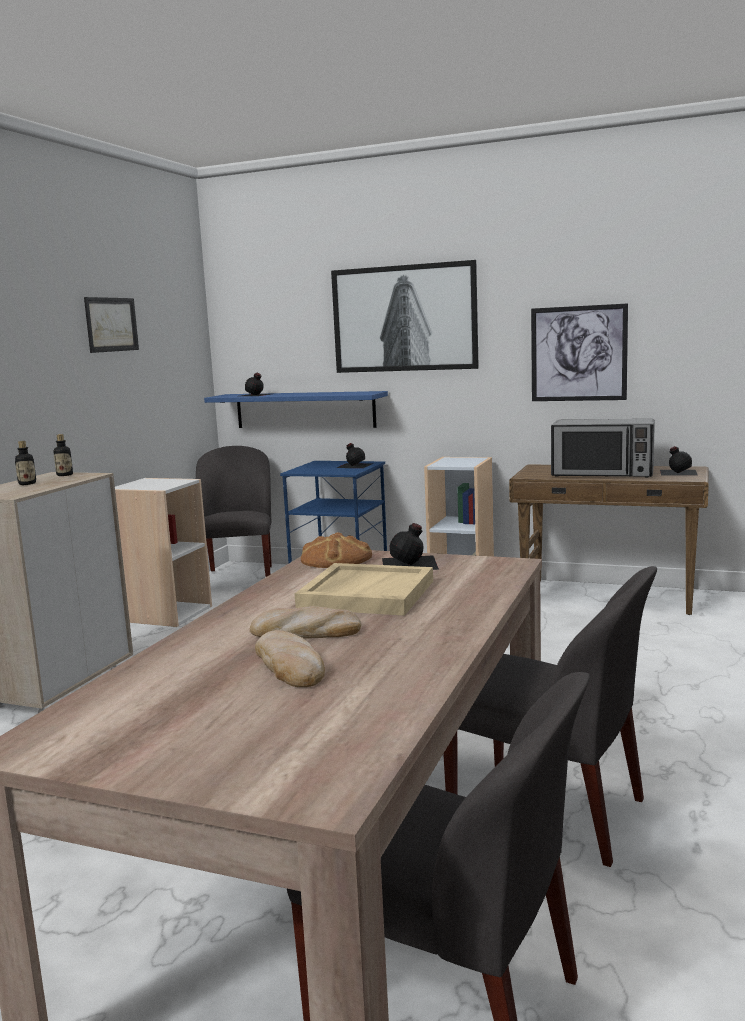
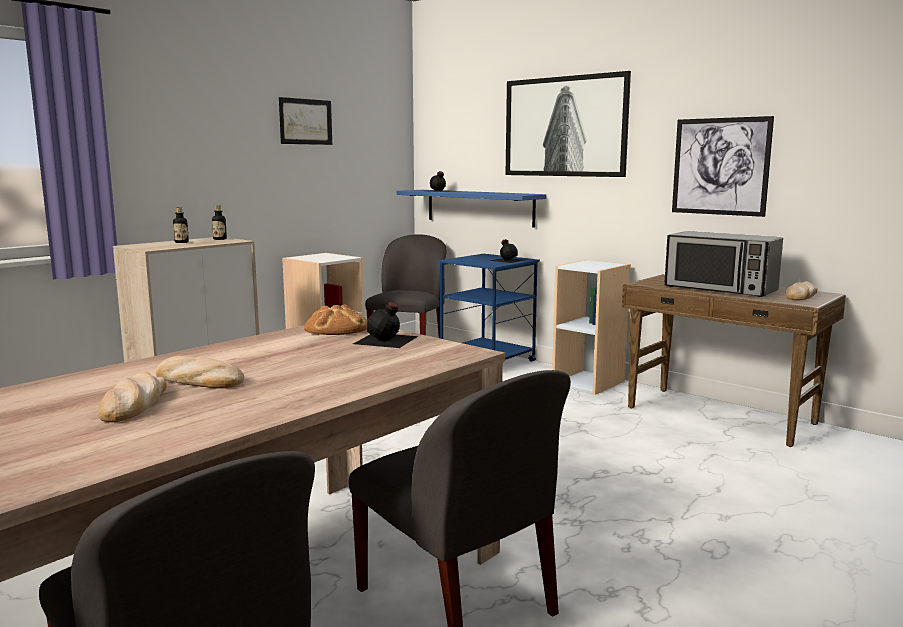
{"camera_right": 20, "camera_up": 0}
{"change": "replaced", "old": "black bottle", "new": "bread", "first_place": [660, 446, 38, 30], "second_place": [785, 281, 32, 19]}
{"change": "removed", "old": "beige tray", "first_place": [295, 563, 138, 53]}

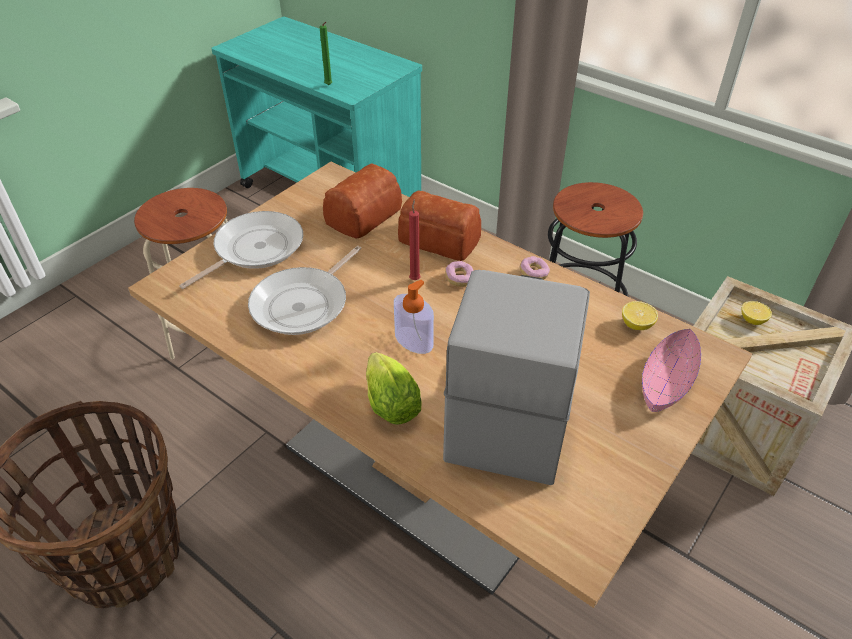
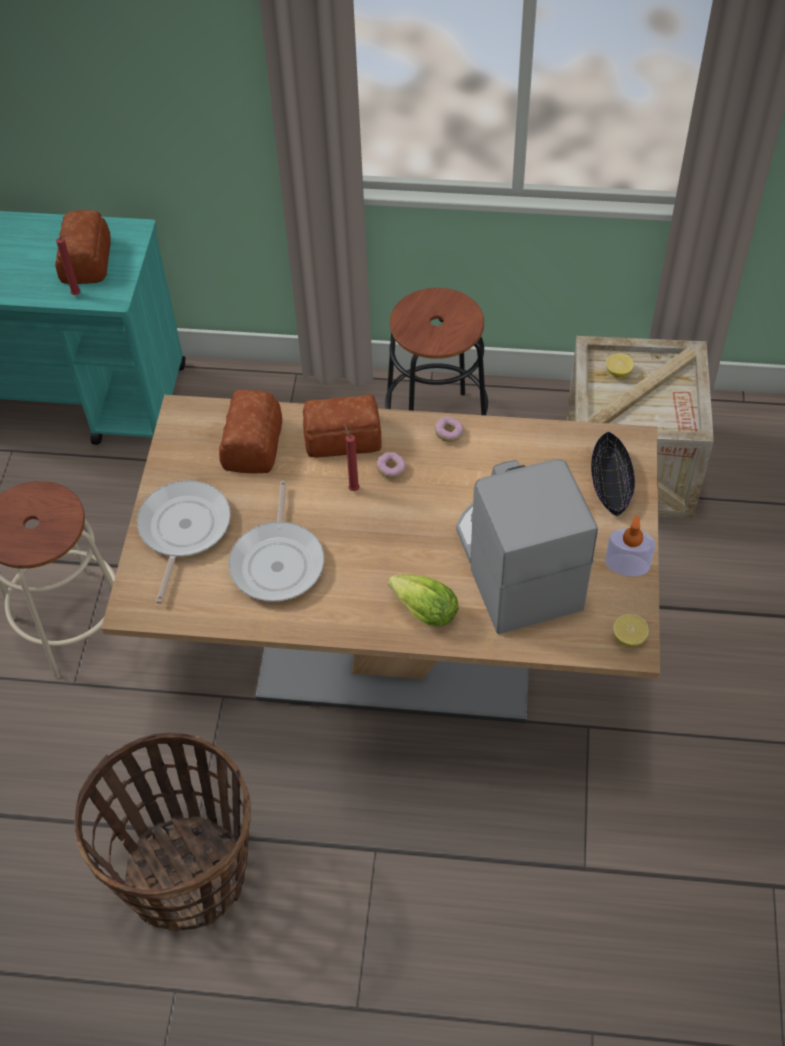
{"camera_right": -30, "camera_up": 10}
{"change": "recoloured", "old": "green candle", "new": "red candle", "first_place": [320, 22, 12, 63], "second_place": [56, 235, 25, 60]}
{"change": "moved", "old": "soap dispenser", "first_place": [394, 280, 40, 74], "second_place": [605, 515, 50, 62]}
{"change": "moved", "old": "lemon", "first_place": [622, 301, 36, 29], "second_place": [613, 614, 36, 33]}
{"change": "recoloured", "old": "pink bowl", "new": "black bowl", "first_place": [642, 329, 59, 83], "second_place": [591, 432, 44, 84]}
{"change": "added", "new": "bread", "second_place": [55, 210, 56, 74]}

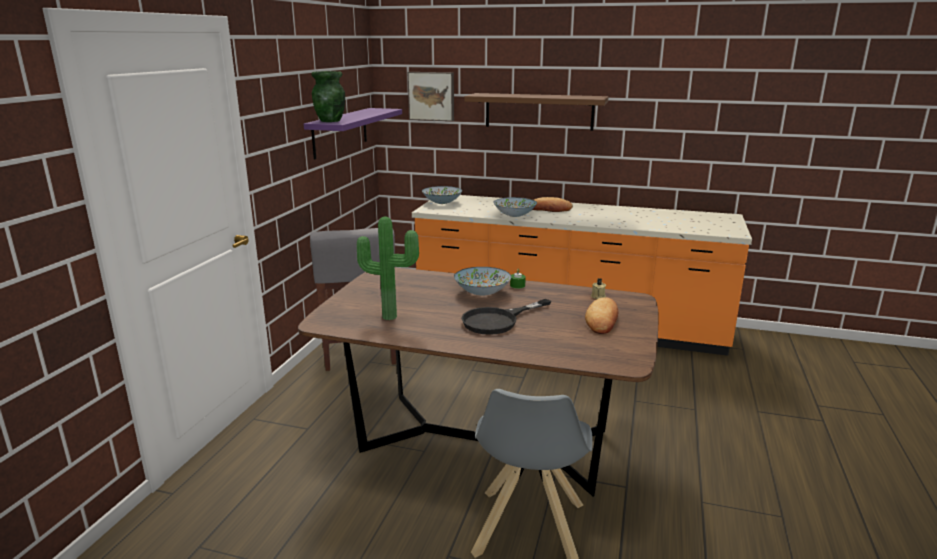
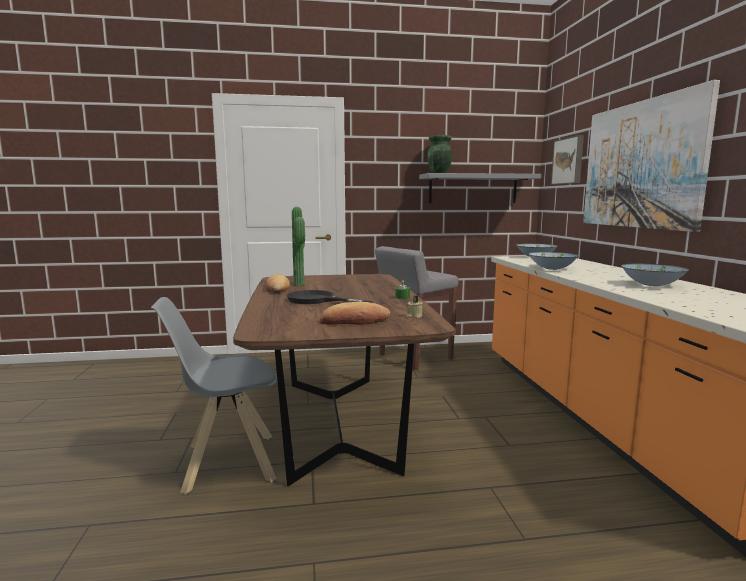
{"camera_right": 65, "camera_up": -10}
{"change": "replaced", "old": "brown shelf", "new": "picture", "first_place": [464, 93, 145, 38], "second_place": [583, 80, 137, 152]}
{"change": "recoloured", "old": "purple shelf", "new": "grey shelf", "first_place": [304, 108, 98, 51], "second_place": [419, 173, 122, 30]}
{"change": "moved", "old": "bread", "first_place": [532, 197, 41, 15], "second_place": [265, 274, 25, 19]}
{"change": "moved", "old": "bowl", "first_place": [454, 267, 57, 29], "second_place": [621, 264, 68, 22]}

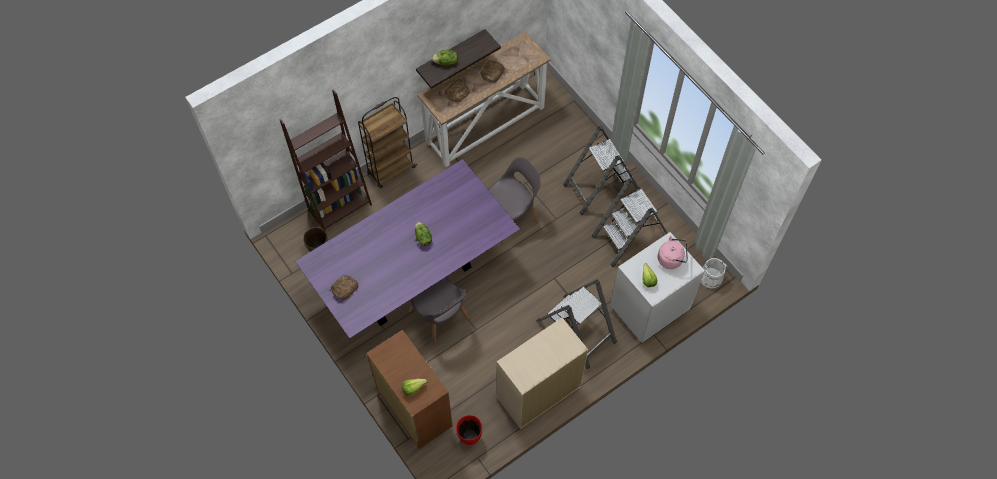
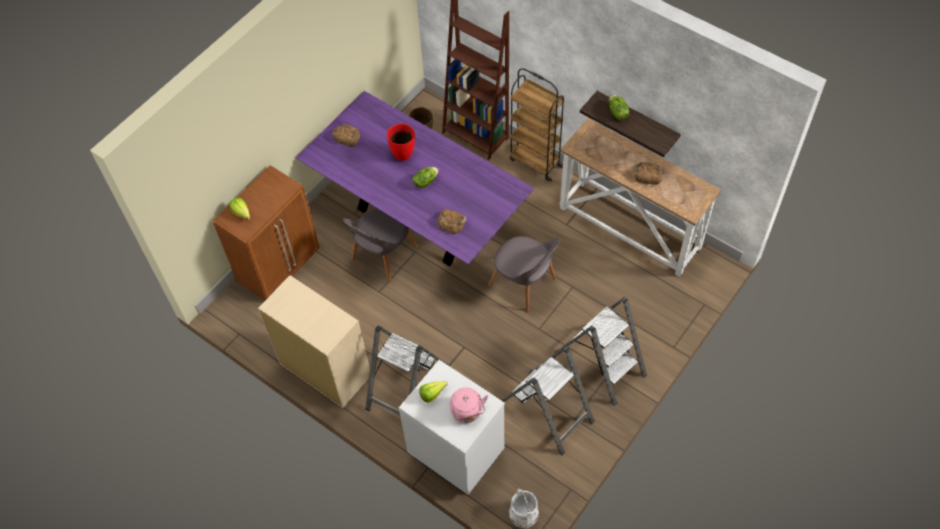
{"camera_right": 75, "camera_up": -5}
{"change": "moved", "old": "bread", "first_place": [444, 79, 26, 23], "second_place": [437, 209, 29, 25]}
{"change": "moved", "old": "red vase", "first_place": [456, 415, 26, 30], "second_place": [387, 123, 28, 38]}

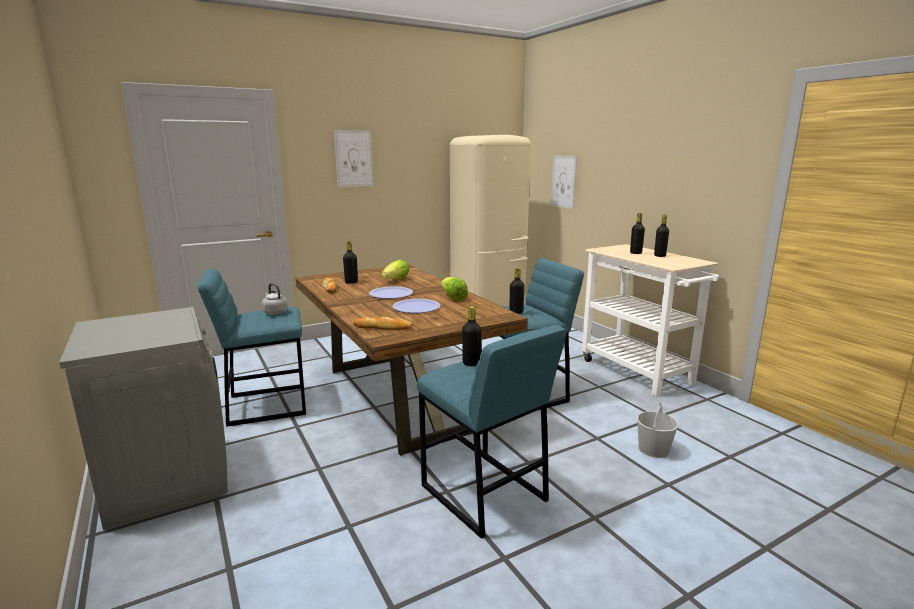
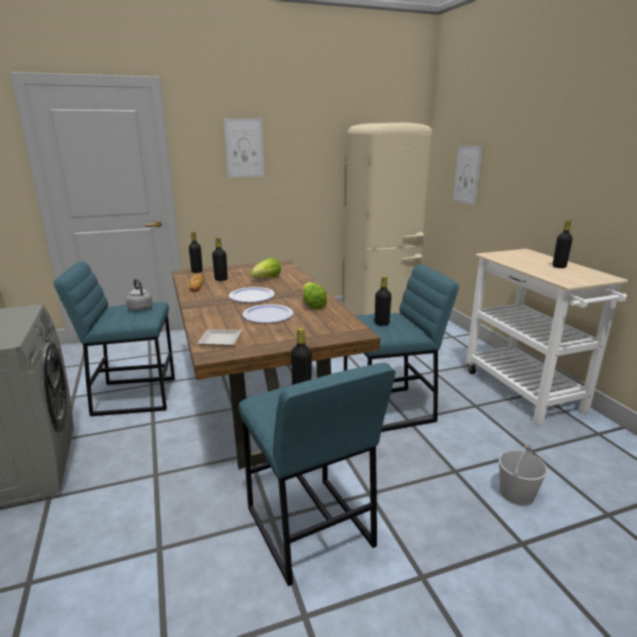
{"camera_right": 10, "camera_up": 5}
{"change": "moved", "old": "black bottle", "first_place": [630, 213, 15, 41], "second_place": [189, 231, 14, 42]}
{"change": "replaced", "old": "bread", "new": "plate", "first_place": [354, 317, 59, 13], "second_place": [197, 329, 45, 17]}

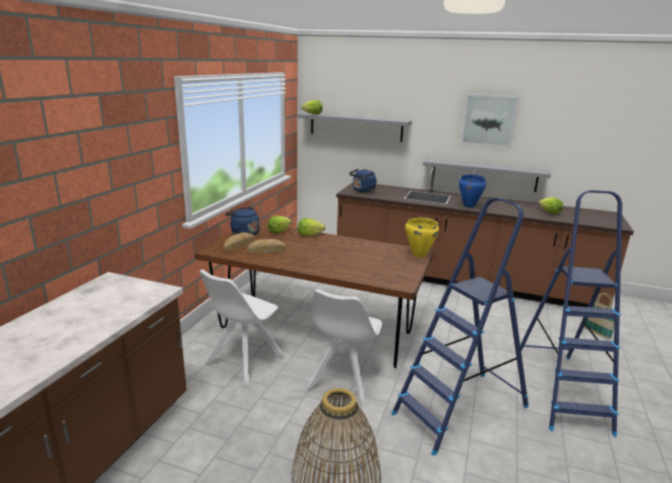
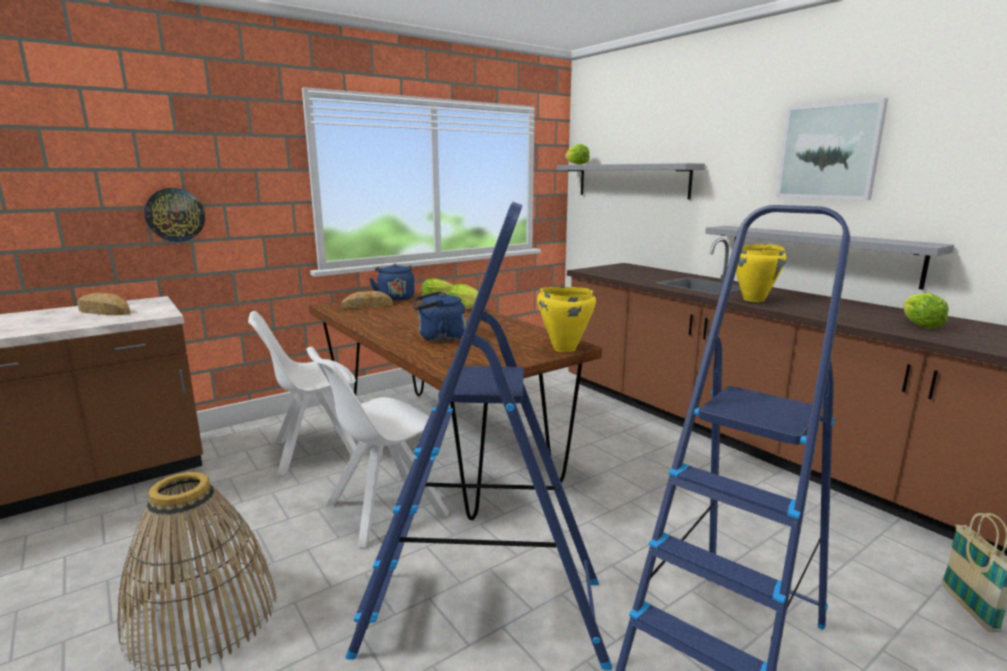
{"camera_right": 35, "camera_up": -5}
{"change": "moved", "old": "blue kettle", "first_place": [349, 169, 28, 23], "second_place": [414, 291, 52, 51]}
{"change": "recoloured", "old": "blue cooking pot", "new": "yellow cooking pot", "first_place": [459, 174, 27, 33], "second_place": [736, 244, 50, 58]}
{"change": "moved", "old": "bread", "first_place": [247, 239, 40, 15], "second_place": [77, 293, 53, 22]}
{"change": "added", "new": "wall clock", "second_place": [144, 188, 61, 54]}

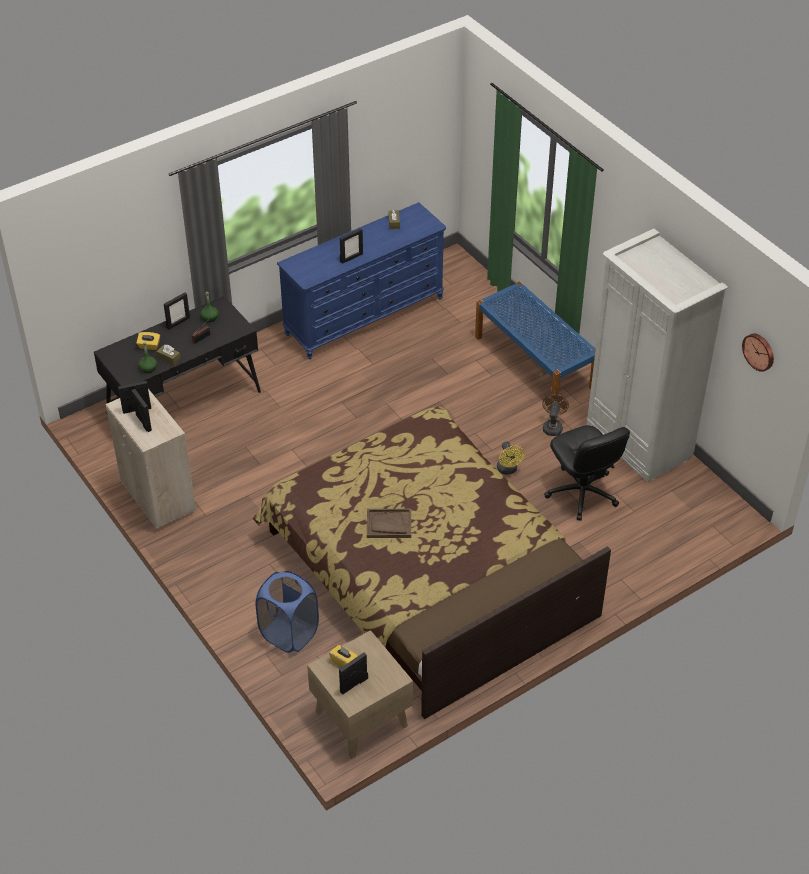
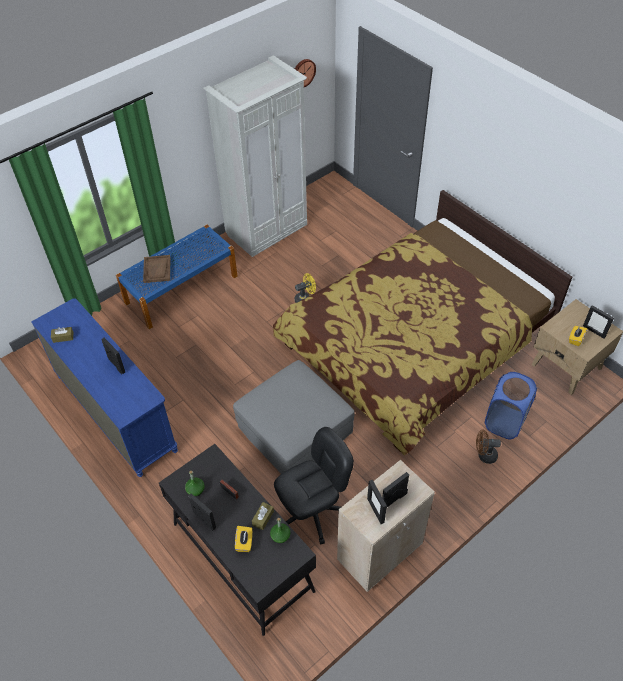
{"camera_right": -95, "camera_up": 5}
{"change": "moved", "old": "brown fan", "first_place": [542, 394, 27, 42], "second_place": [476, 430, 25, 34]}
{"change": "moved", "old": "black office chair", "first_place": [544, 425, 86, 96], "second_place": [274, 427, 80, 117]}
{"change": "moved", "old": "brown tray", "first_place": [367, 509, 44, 29], "second_place": [143, 255, 27, 28]}
{"change": "added", "new": "grey ottoman", "second_place": [233, 360, 122, 114]}

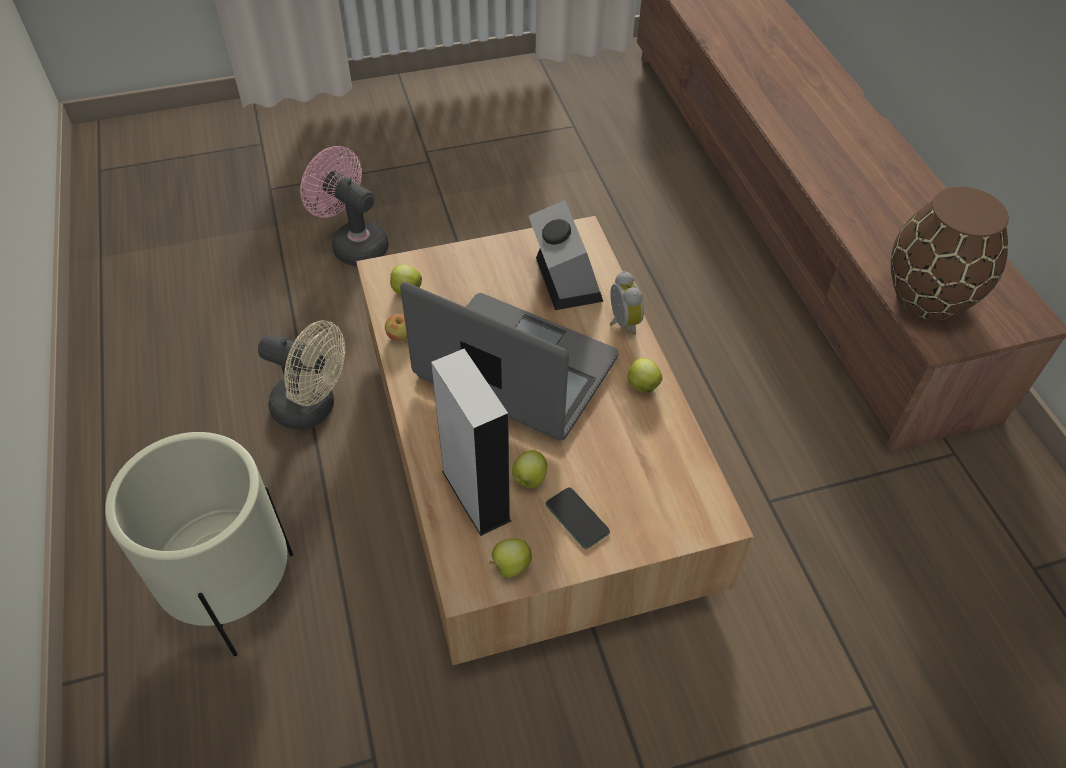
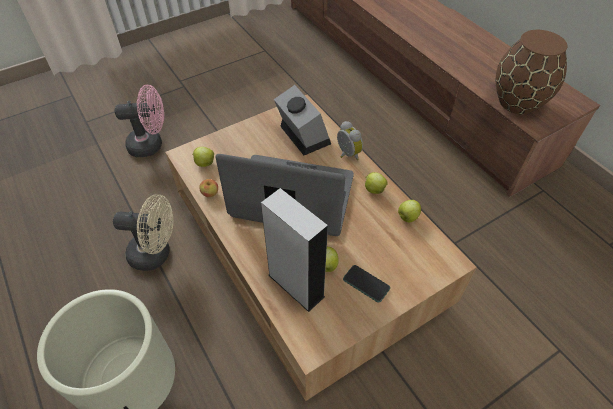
{"camera_right": -15, "camera_up": 0}
{"change": "turned", "old": "pink fan", "first_place": [300, 146, 89, 120], "second_place": [115, 85, 49, 72], "degrees": 150}
{"change": "moved", "old": "apple", "first_place": [489, 539, 43, 38], "second_place": [398, 200, 23, 22]}

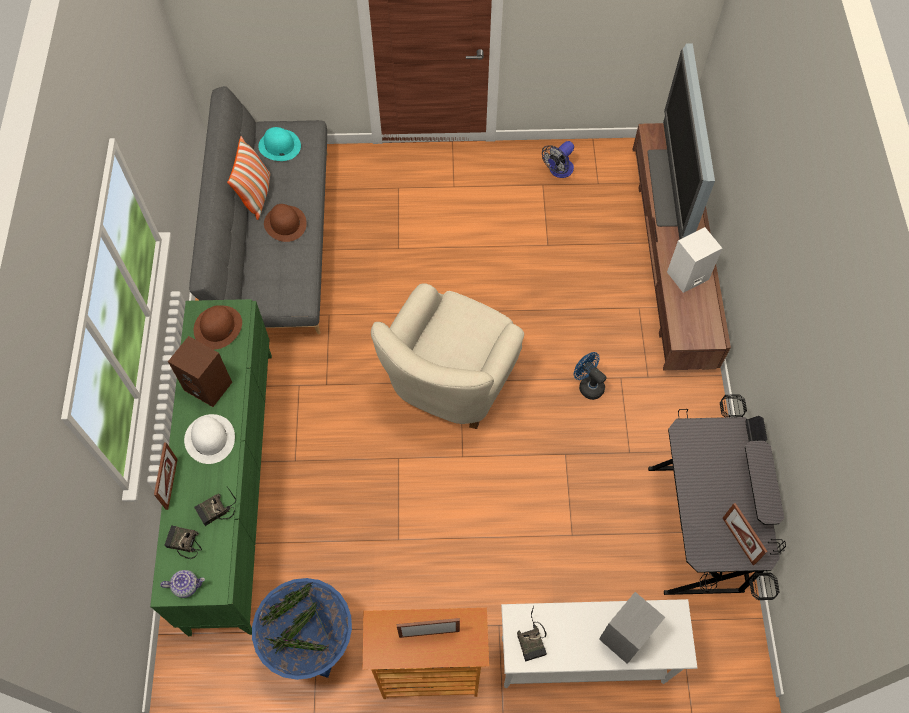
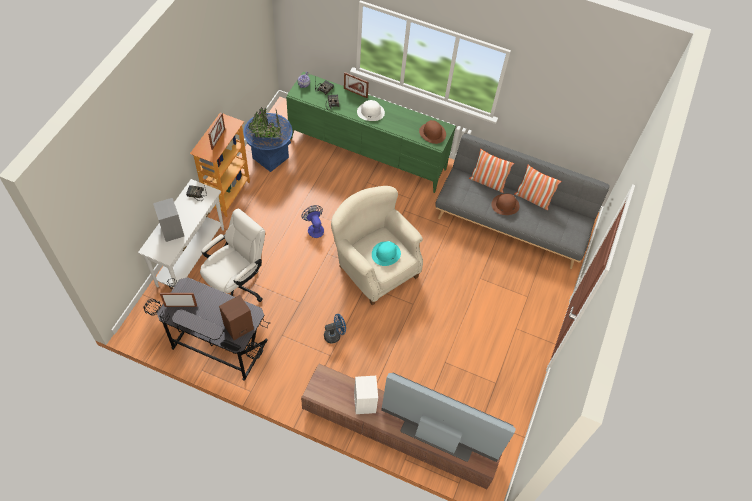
{"camera_right": 110, "camera_up": -5}
{"change": "moved", "old": "turquoise hat", "first_place": [258, 127, 43, 34], "second_place": [372, 241, 29, 25]}
{"change": "moved", "old": "fan", "first_place": [542, 141, 32, 37], "second_place": [301, 205, 23, 33]}
{"change": "moved", "old": "brown speaker", "first_place": [168, 336, 64, 71], "second_place": [219, 295, 35, 45]}
{"change": "added", "new": "pillow", "second_place": [469, 149, 45, 44]}
{"change": "added", "new": "white office chair", "second_place": [200, 209, 65, 93]}

